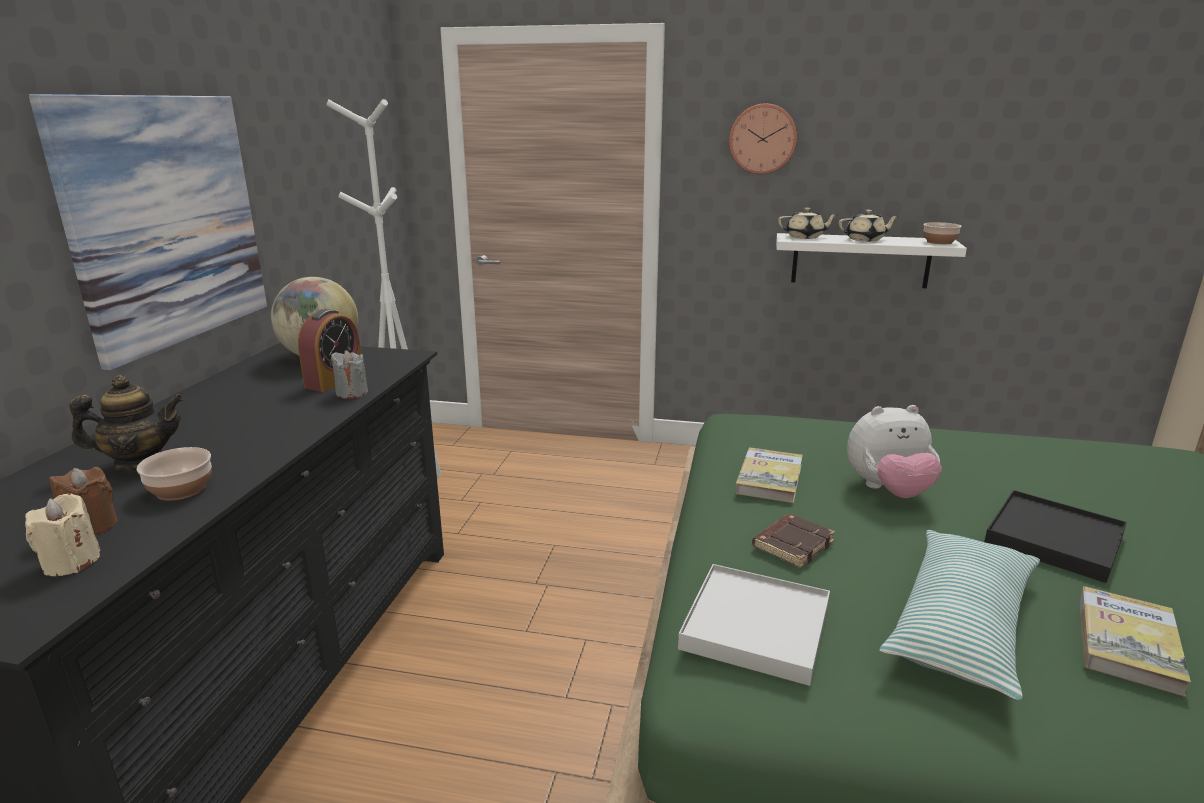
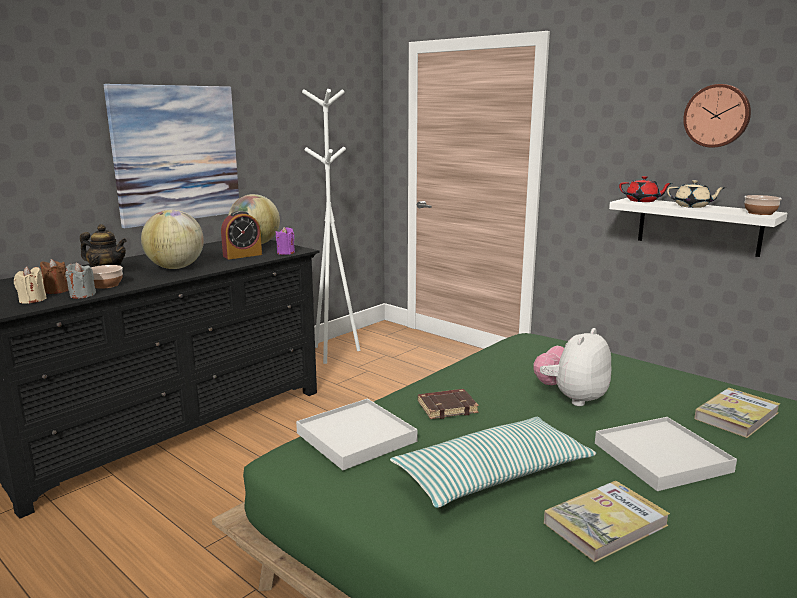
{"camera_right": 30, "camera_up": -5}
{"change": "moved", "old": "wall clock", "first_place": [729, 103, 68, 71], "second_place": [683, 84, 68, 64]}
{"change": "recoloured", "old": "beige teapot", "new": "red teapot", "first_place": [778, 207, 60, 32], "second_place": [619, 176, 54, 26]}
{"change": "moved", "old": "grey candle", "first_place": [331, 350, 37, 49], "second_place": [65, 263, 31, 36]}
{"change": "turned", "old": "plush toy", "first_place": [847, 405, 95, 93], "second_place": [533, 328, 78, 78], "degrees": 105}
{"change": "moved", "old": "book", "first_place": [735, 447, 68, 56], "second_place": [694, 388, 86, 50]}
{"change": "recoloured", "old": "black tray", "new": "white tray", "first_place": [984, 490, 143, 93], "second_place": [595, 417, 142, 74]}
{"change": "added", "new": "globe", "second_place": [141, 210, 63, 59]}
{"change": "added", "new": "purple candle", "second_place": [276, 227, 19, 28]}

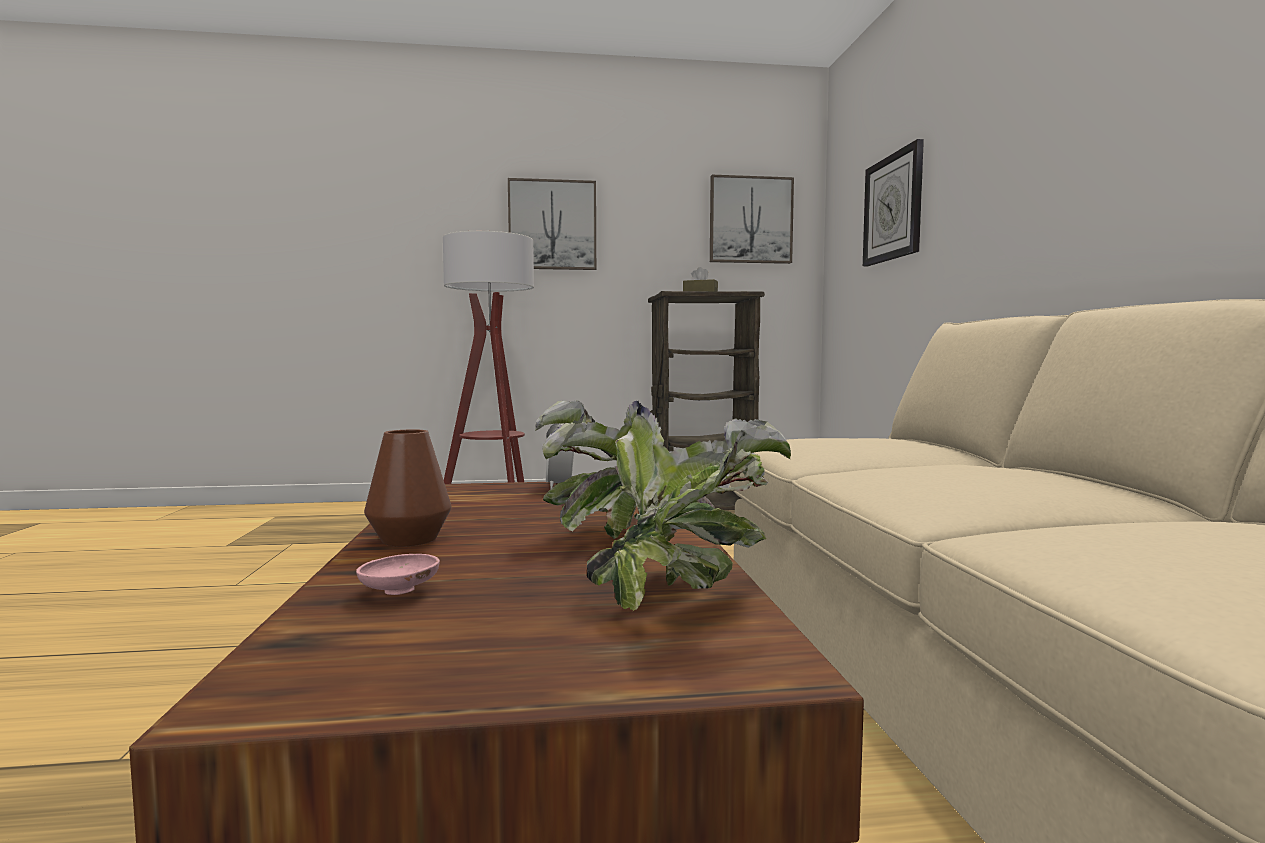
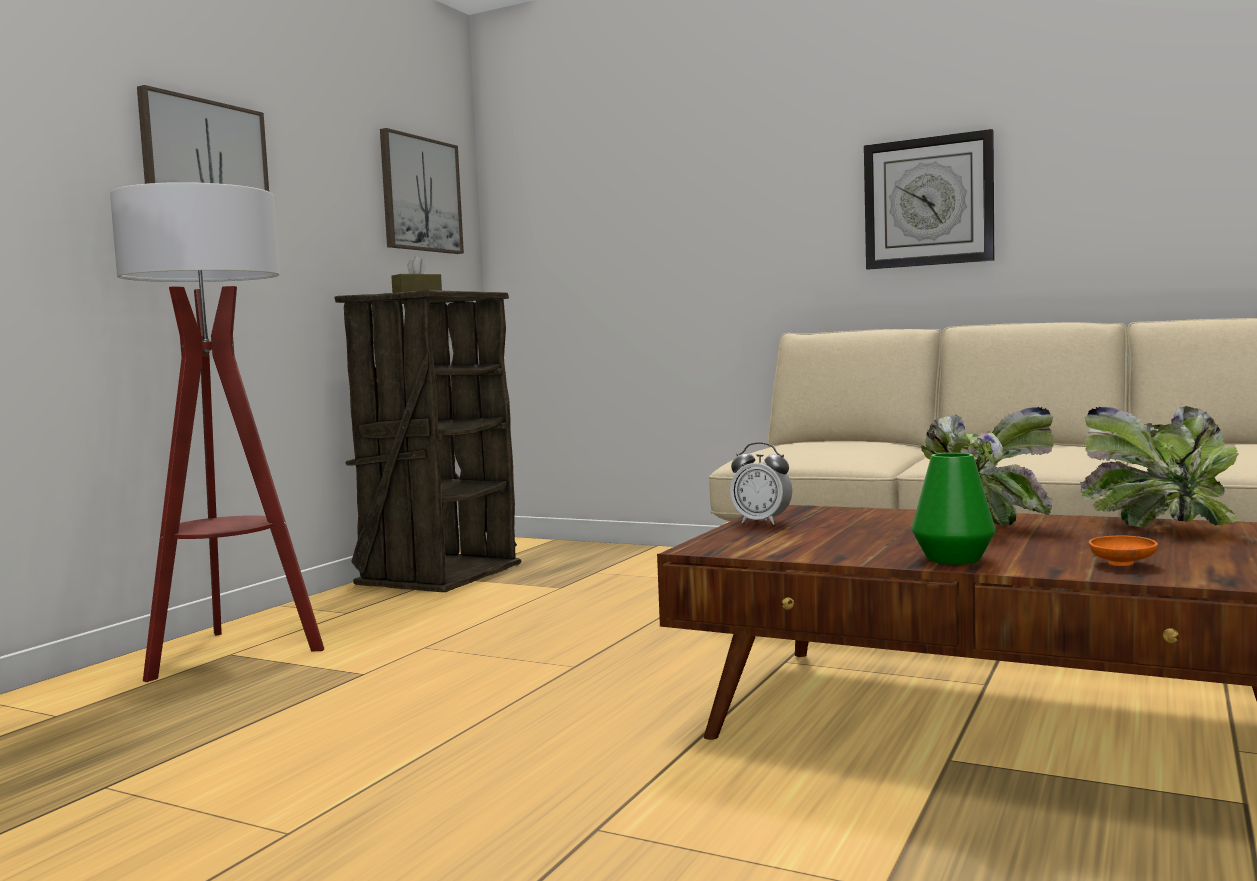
{"camera_right": -55, "camera_up": 0}
{"change": "moved", "old": "wall clock", "first_place": [863, 139, 61, 127], "second_place": [864, 129, 130, 140]}
{"change": "recoloured", "old": "brown vase", "new": "green vase", "first_place": [364, 429, 87, 118], "second_place": [912, 453, 84, 112]}
{"change": "recoloured", "old": "pink bowl", "new": "orange bowl", "first_place": [356, 554, 84, 41], "second_place": [1089, 535, 69, 31]}

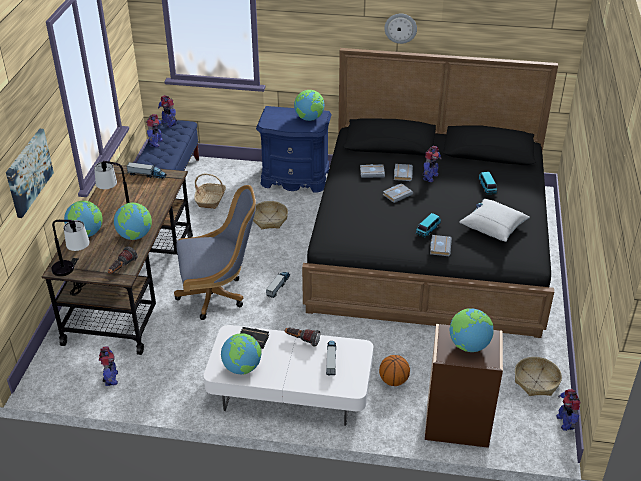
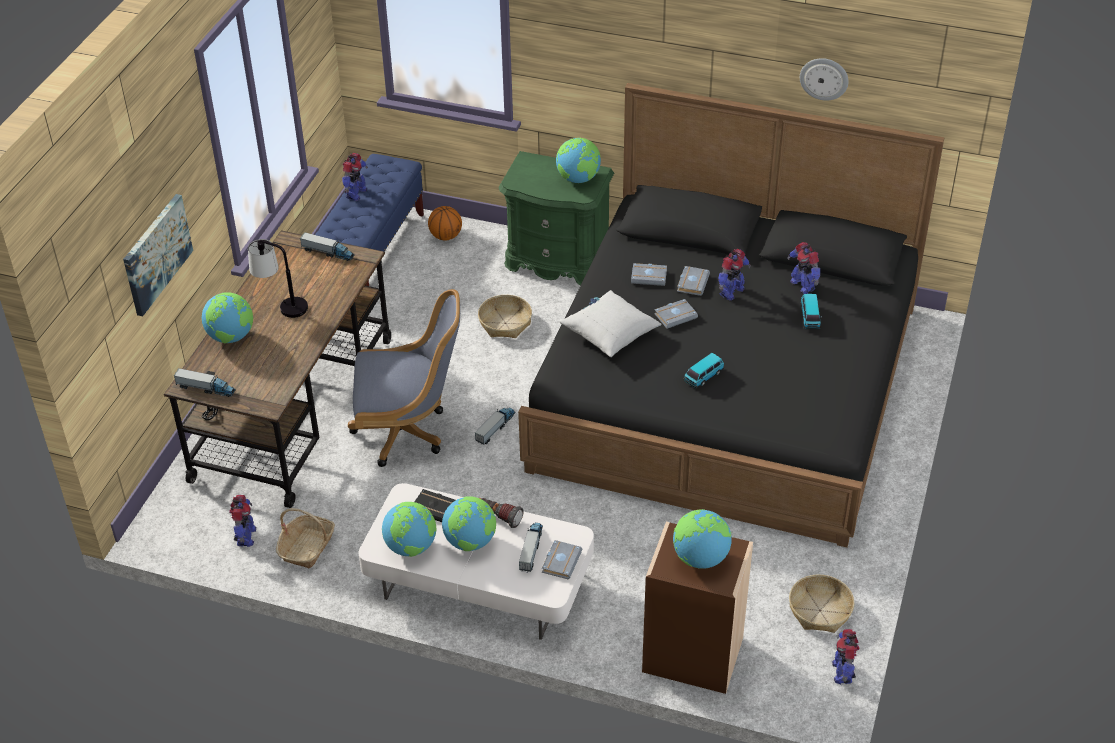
{"camera_right": 10, "camera_up": 5}
{"change": "moved", "old": "wall clock", "first_place": [384, 13, 33, 31], "second_place": [800, 58, 49, 43]}
{"change": "moved", "old": "toy robot", "first_place": [158, 95, 19, 33], "second_place": [787, 242, 33, 52]}
{"change": "recoloured", "old": "blue nightstand", "new": "green nightstand", "first_place": [256, 106, 76, 87], "second_place": [499, 151, 115, 134]}
{"change": "moved", "old": "basket", "first_place": [194, 174, 32, 35], "second_place": [276, 508, 59, 60]}
{"change": "moved", "old": "grey pillow", "first_place": [459, 199, 71, 43], "second_place": [559, 290, 102, 67]}
{"change": "moved", "old": "globe", "first_place": [114, 203, 38, 37], "second_place": [442, 496, 54, 55]}
{"change": "replaced", "old": "table lamp", "new": "toy truck", "first_place": [51, 220, 39, 56], "second_place": [174, 368, 62, 29]}
{"change": "moved", "old": "grey book", "first_place": [430, 235, 22, 21], "second_place": [542, 540, 40, 40]}
{"change": "removed", "old": "flashlight", "first_place": [108, 246, 29, 28]}
{"change": "moved", "old": "basketball", "first_place": [379, 355, 31, 31], "second_place": [428, 206, 34, 35]}

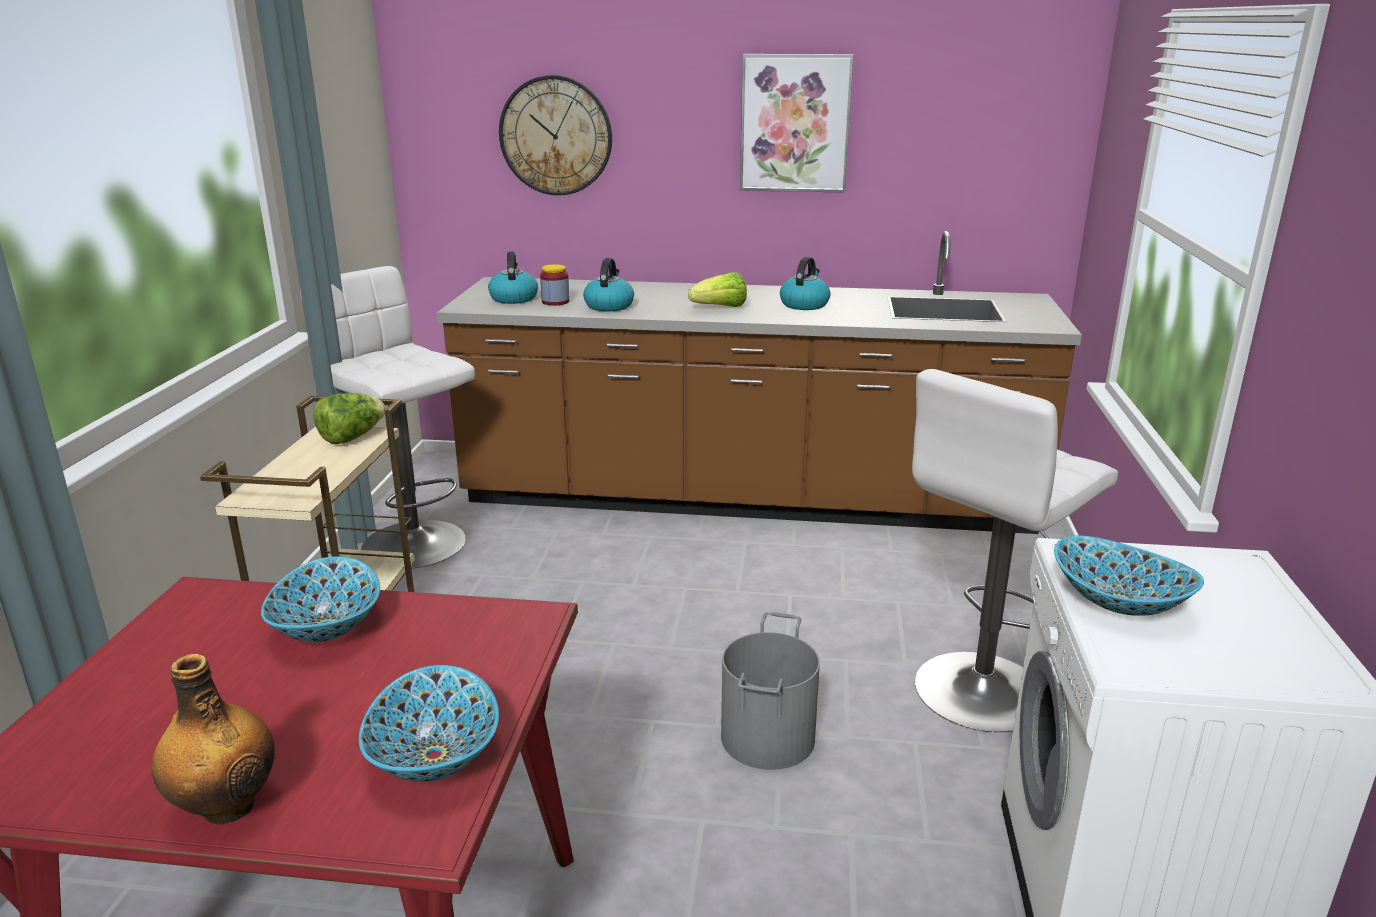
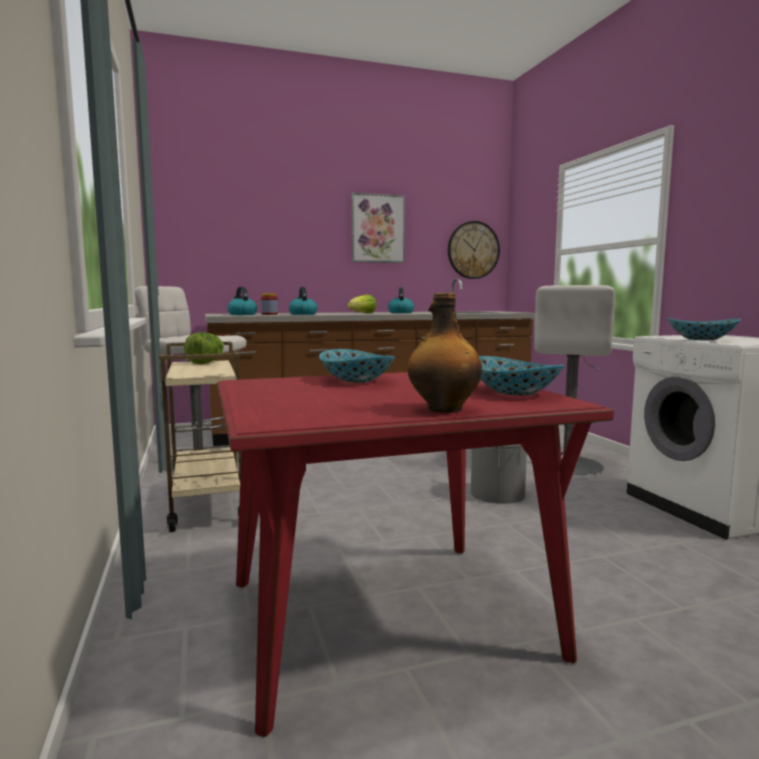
{"camera_right": -25, "camera_up": -15}
{"change": "moved", "old": "wall clock", "first_place": [499, 75, 113, 121], "second_place": [448, 221, 52, 58]}

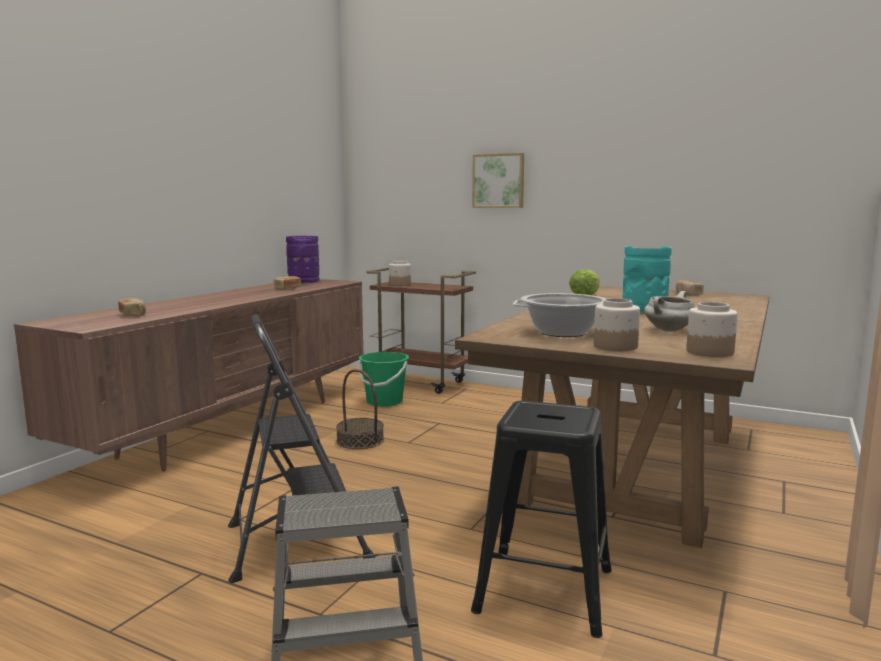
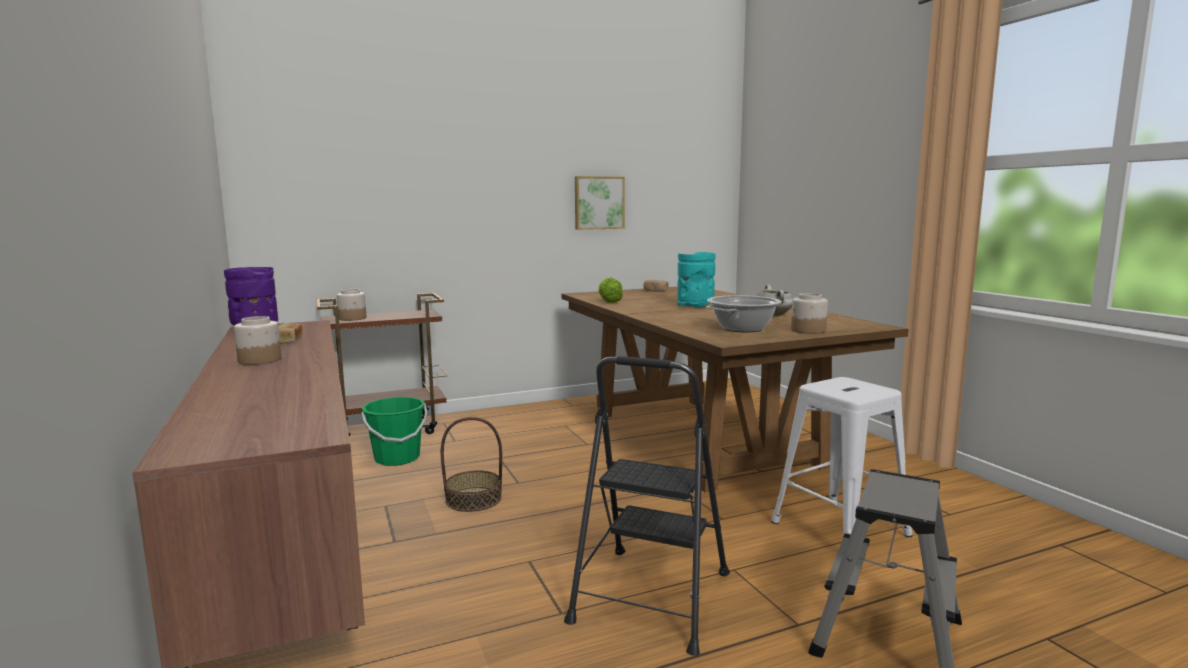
{"camera_right": -50, "camera_up": 0}
{"change": "moved", "old": "picture", "first_place": [472, 153, 52, 55], "second_place": [575, 176, 50, 54]}
{"change": "removed", "old": "bread", "first_place": [118, 298, 28, 19]}
{"change": "moved", "old": "jar", "first_place": [686, 302, 52, 55], "second_place": [234, 316, 47, 49]}
{"change": "recoloured", "old": "black stool", "new": "white stool", "first_place": [471, 401, 141, 237], "second_place": [771, 377, 142, 160]}

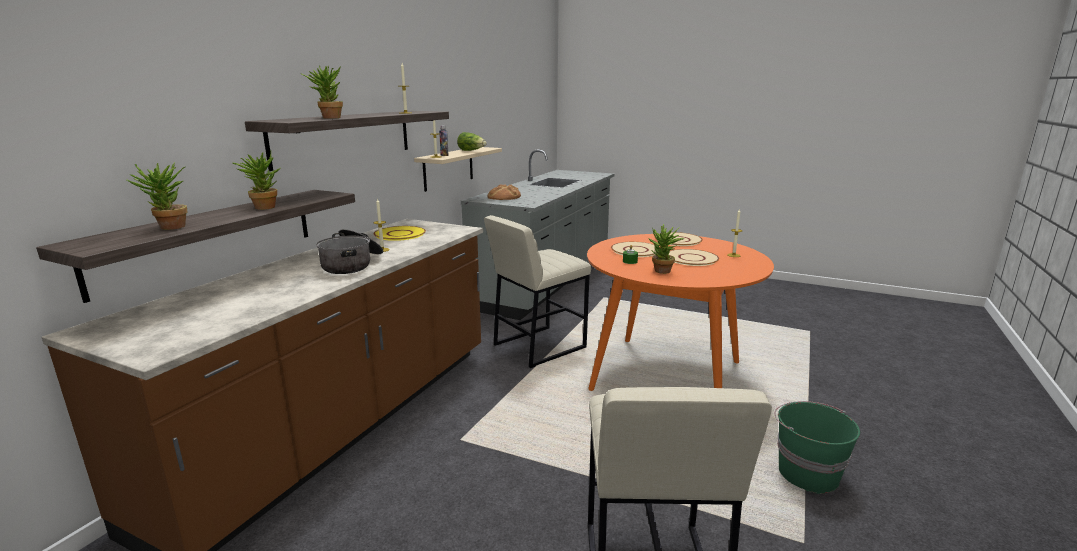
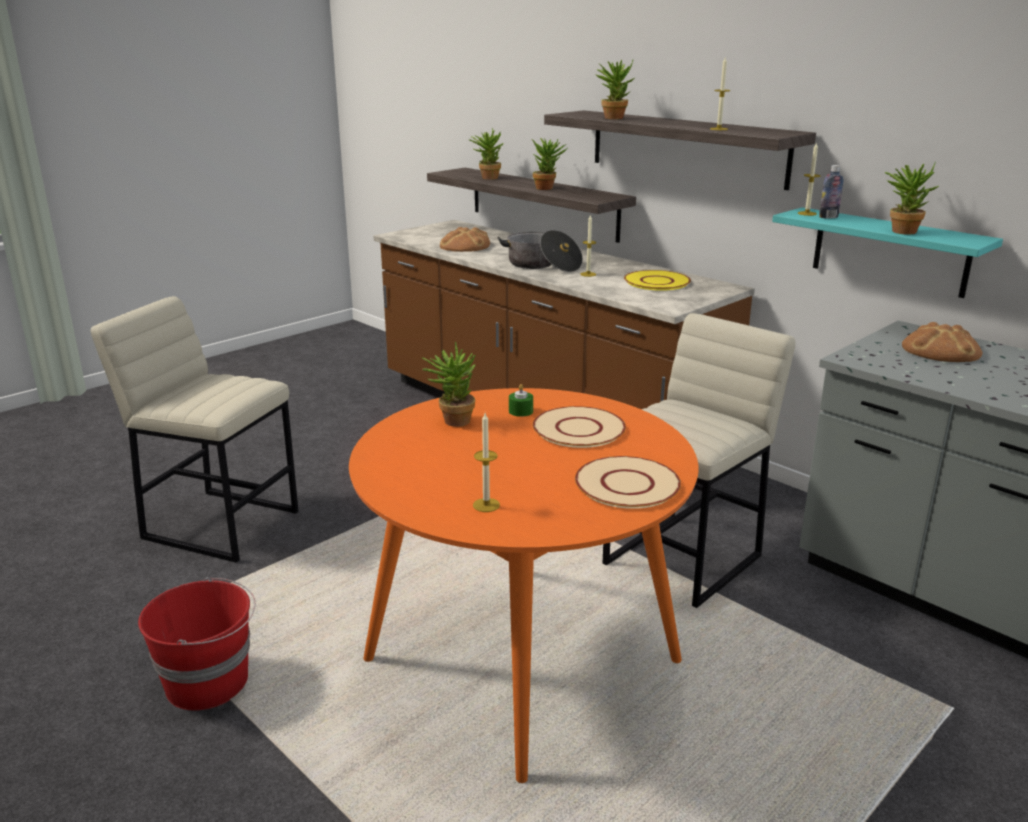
{"camera_right": 110, "camera_up": 5}
{"change": "replaced", "old": "lettuce", "new": "potted plant", "first_place": [457, 132, 30, 19], "second_place": [885, 163, 54, 72]}
{"change": "recoloured", "old": "beige shelf", "new": "turquoise shelf", "first_place": [414, 147, 88, 45], "second_place": [772, 207, 231, 91]}
{"change": "turned", "old": "beige chair", "first_place": [484, 215, 107, 153], "second_place": [603, 313, 193, 295], "degrees": 60}
{"change": "removed", "old": "beige plate", "first_place": [669, 249, 50, 17]}
{"change": "recoloured", "old": "green bucket", "new": "red bucket", "first_place": [775, 401, 85, 93], "second_place": [138, 577, 117, 133]}
{"change": "added", "new": "bread", "second_place": [440, 227, 50, 25]}

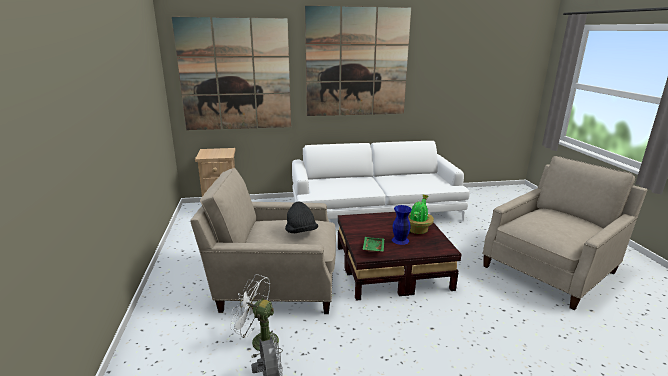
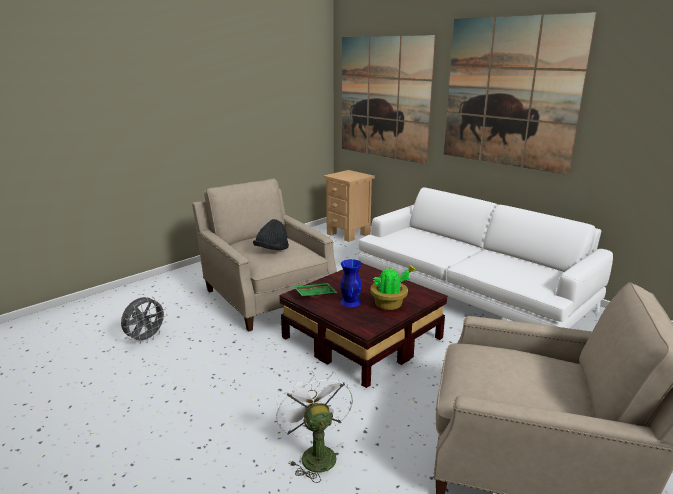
{"camera_right": 55, "camera_up": 0}
{"change": "moved", "old": "white fan", "first_place": [230, 274, 53, 84], "second_place": [276, 371, 77, 112]}

